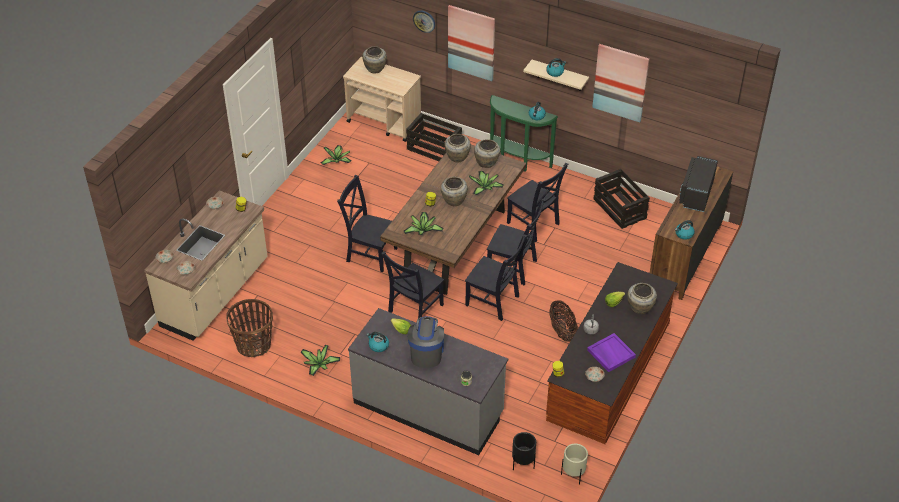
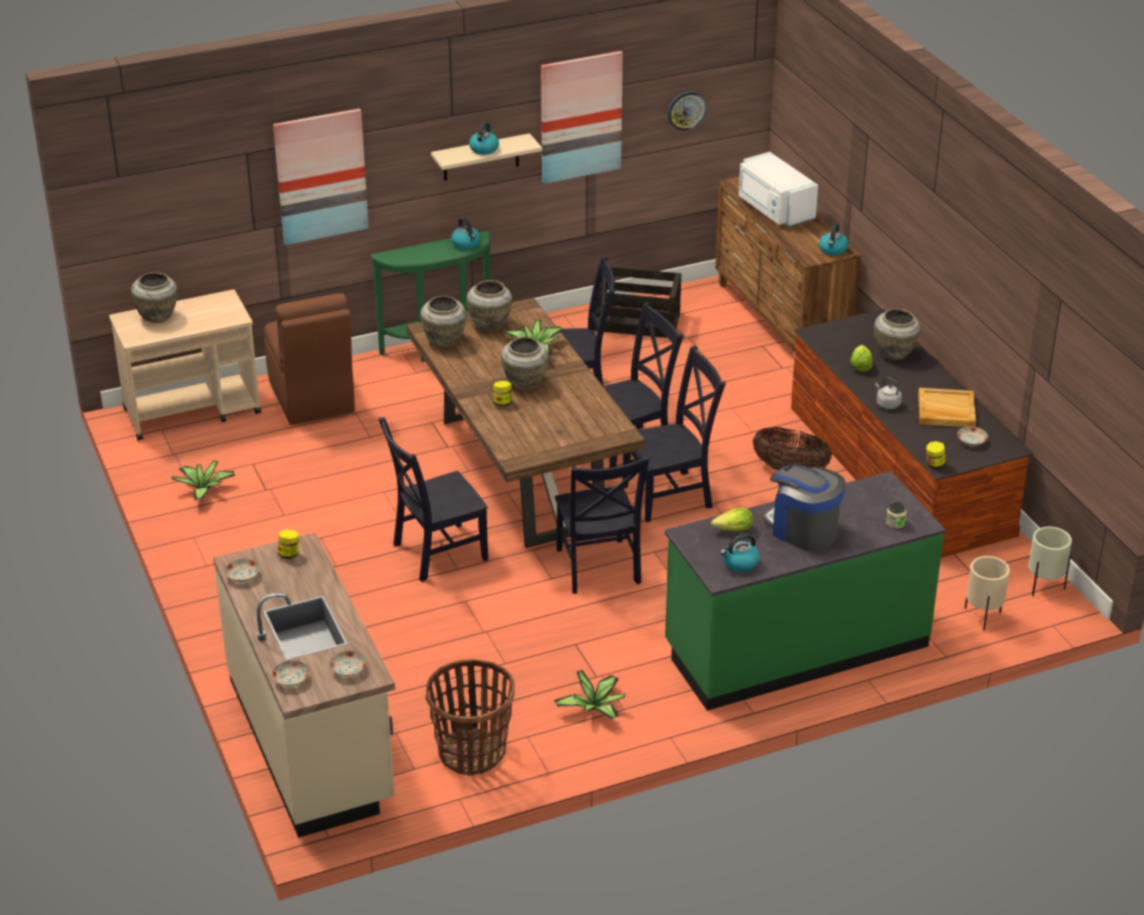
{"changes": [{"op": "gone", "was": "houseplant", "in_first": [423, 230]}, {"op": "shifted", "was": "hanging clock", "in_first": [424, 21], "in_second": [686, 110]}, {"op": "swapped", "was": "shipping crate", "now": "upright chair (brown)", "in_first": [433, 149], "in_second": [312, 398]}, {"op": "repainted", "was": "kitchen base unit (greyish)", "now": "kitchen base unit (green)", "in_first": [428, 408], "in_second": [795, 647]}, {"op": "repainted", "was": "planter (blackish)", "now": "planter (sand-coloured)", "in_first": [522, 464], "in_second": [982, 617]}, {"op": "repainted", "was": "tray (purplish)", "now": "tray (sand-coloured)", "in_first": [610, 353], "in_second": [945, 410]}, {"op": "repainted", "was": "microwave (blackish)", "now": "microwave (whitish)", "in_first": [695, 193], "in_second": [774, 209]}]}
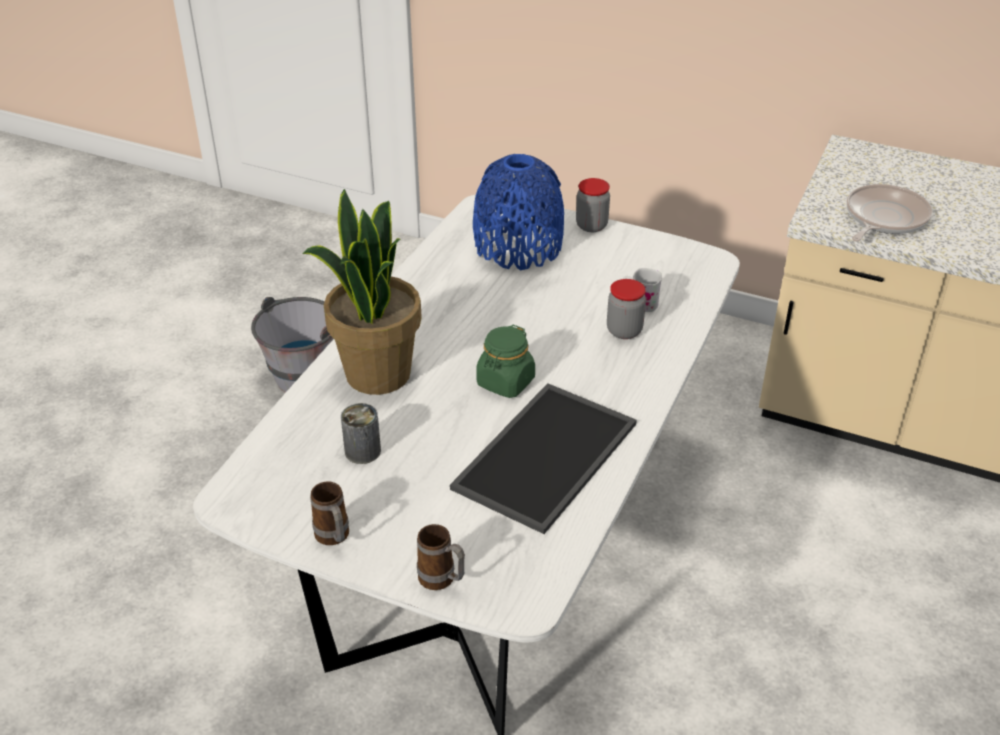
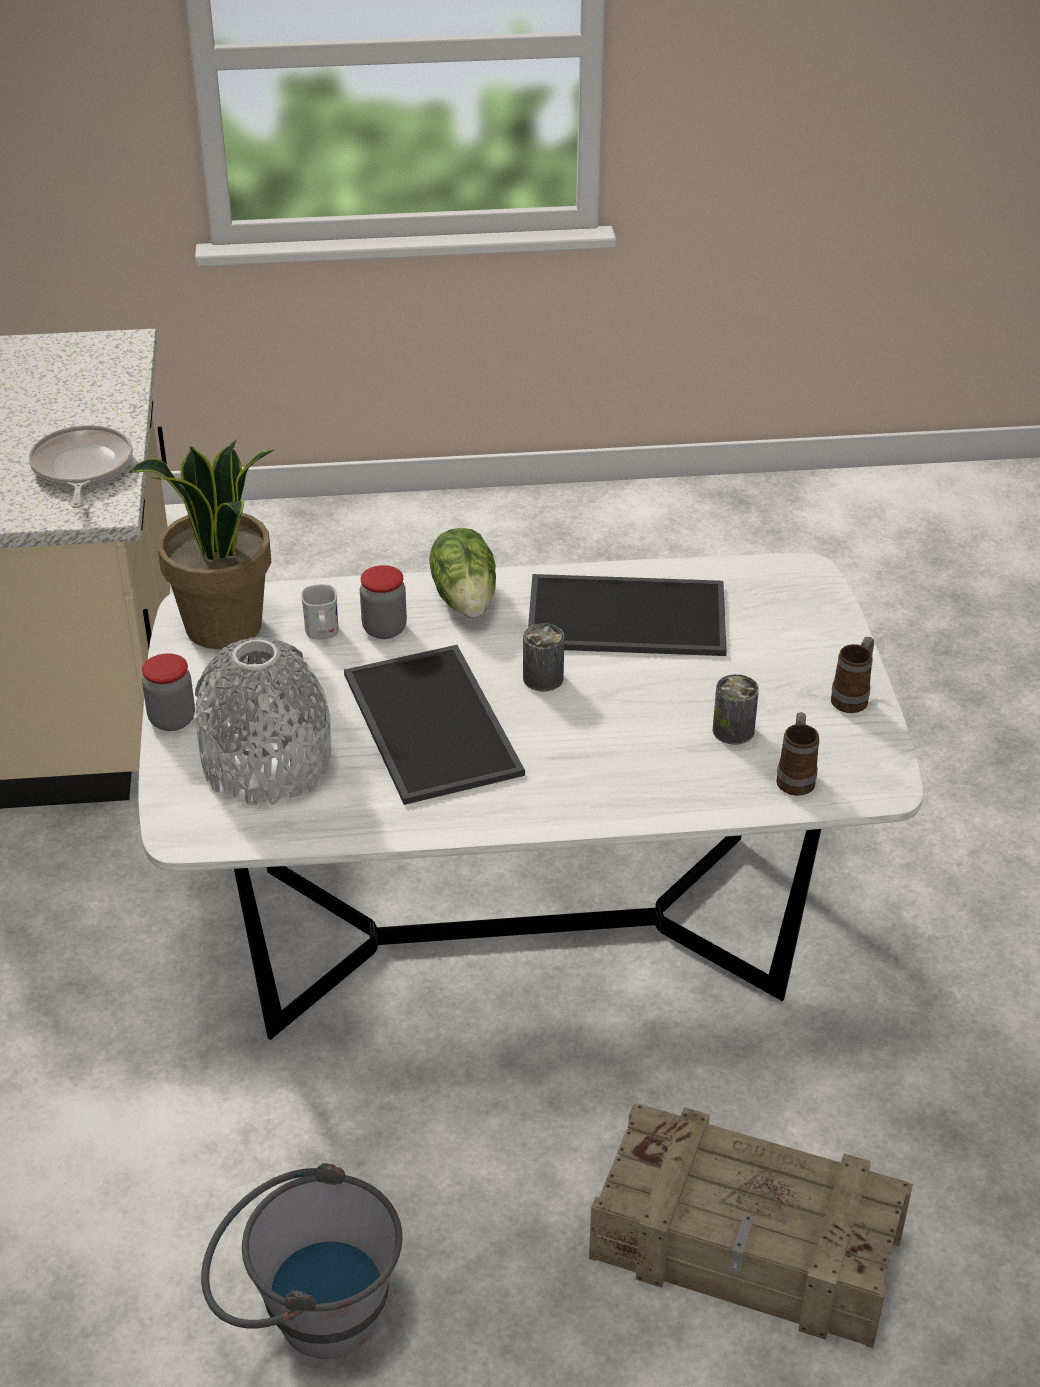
{"changes": [{"op": "new", "now": "tray", "in_second": [435, 724]}, {"op": "new", "now": "head of lettuce", "in_second": [466, 598]}, {"op": "new", "now": "shipping crate", "in_second": [747, 1250]}, {"op": "shifted", "was": "houseplant", "in_first": [376, 373], "in_second": [224, 628]}, {"op": "shifted", "was": "tea mug", "in_first": [442, 581], "in_second": [795, 778]}, {"op": "swapped", "was": "storage jar (green)", "now": "can", "in_first": [505, 382], "in_second": [543, 678]}, {"op": "repainted", "was": "decorative vase (bluish)", "now": "decorative vase (greyish)", "in_first": [518, 246], "in_second": [267, 764]}, {"op": "rotated", "was": "skillet", "in_first": [883, 218], "in_second": [81, 469], "clockwise": 75}]}
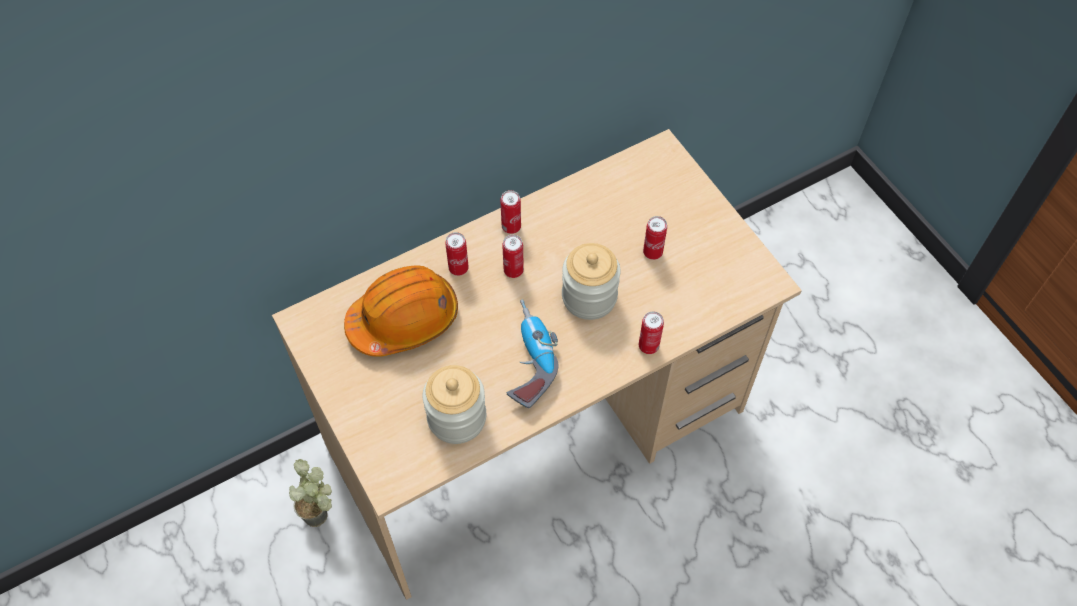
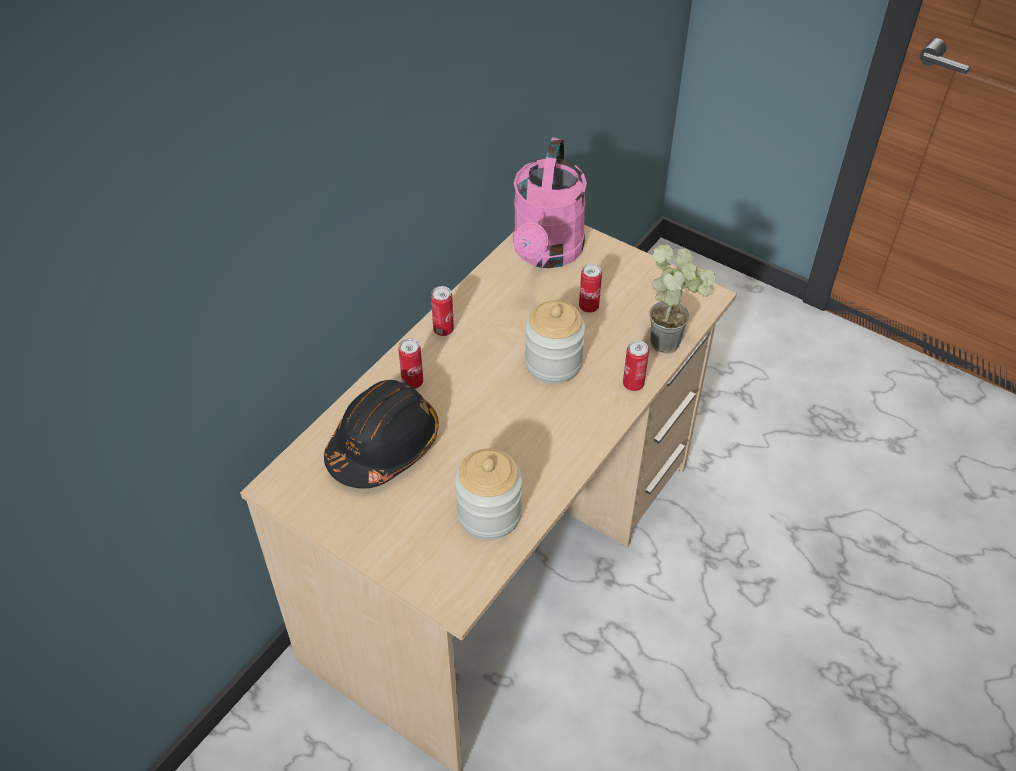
{"changes": [{"op": "gone", "was": "can", "in_first": [513, 270]}, {"op": "gone", "was": "power drill", "in_first": [527, 359]}, {"op": "new", "now": "watering pot (pink-coloured)", "in_second": [546, 253]}, {"op": "shifted", "was": "houseplant", "in_first": [323, 515], "in_second": [672, 340]}, {"op": "repainted", "was": "work helmet (orange)", "now": "work helmet (blackish)", "in_first": [404, 319], "in_second": [384, 446]}]}
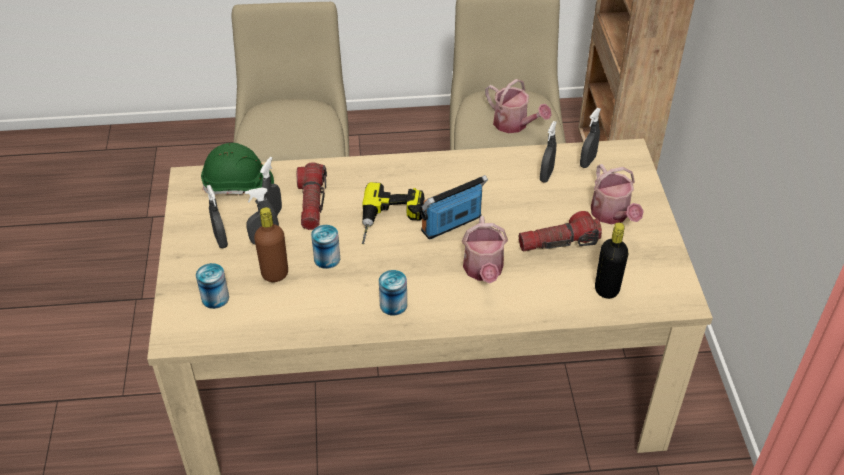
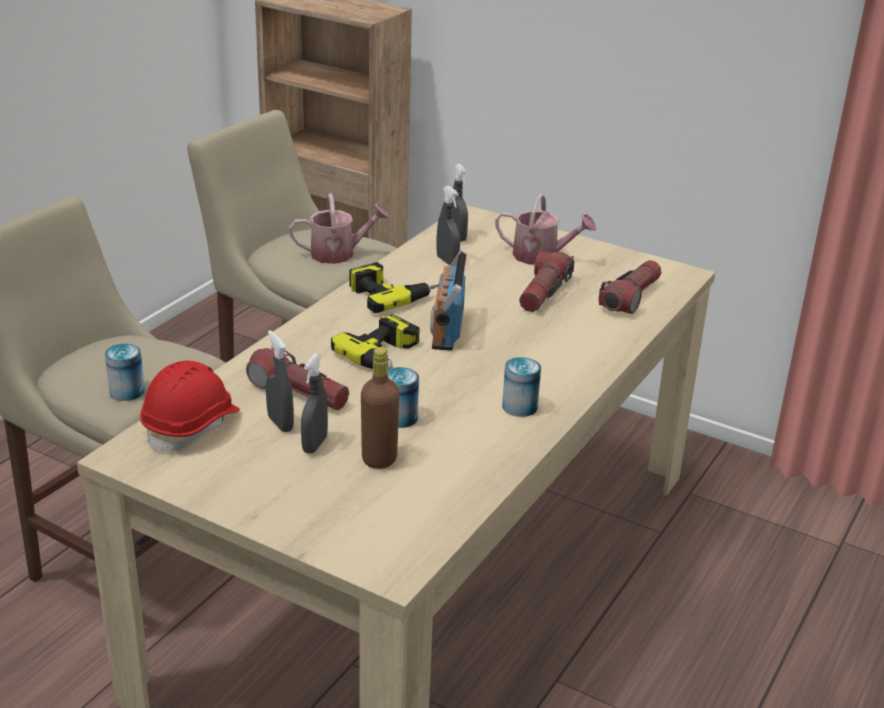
{"changes": [{"op": "gone", "was": "spray bottle (greyish)", "in_first": [221, 240]}, {"op": "gone", "was": "watering pot", "in_first": [483, 271]}, {"op": "new", "now": "power drill", "in_second": [399, 291]}, {"op": "shifted", "was": "can", "in_first": [215, 298], "in_second": [127, 391]}, {"op": "swapped", "was": "beverage bottle (blackish)", "now": "hand torch", "in_first": [606, 289], "in_second": [630, 298]}, {"op": "repainted", "was": "work helmet (green)", "now": "work helmet (reddish)", "in_first": [238, 185], "in_second": [192, 426]}]}
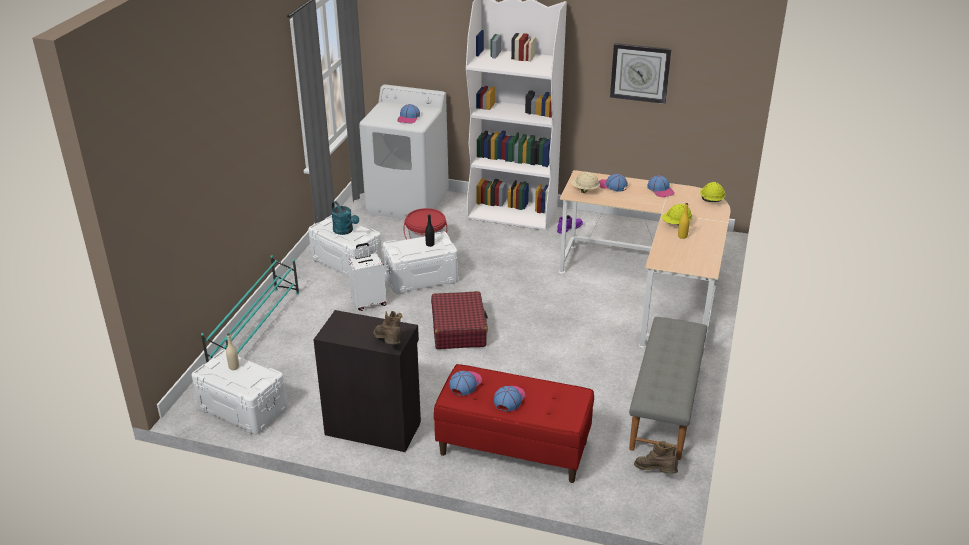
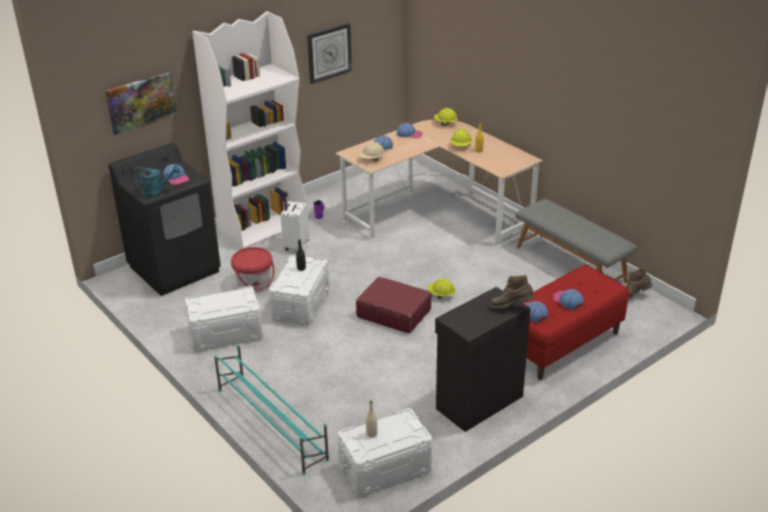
{"changes": [{"op": "new", "now": "picture", "in_second": [141, 102]}, {"op": "new", "now": "work helmet (yellow)", "in_second": [441, 295]}, {"op": "shifted", "was": "watering pot (turquoise-coloured)", "in_first": [345, 231], "in_second": [157, 191]}, {"op": "shifted", "was": "suitcase (whitish)", "in_first": [369, 303], "in_second": [295, 245]}, {"op": "repainted", "was": "washing machine (whitish)", "now": "washing machine (blackish)", "in_first": [408, 203], "in_second": [175, 268]}]}
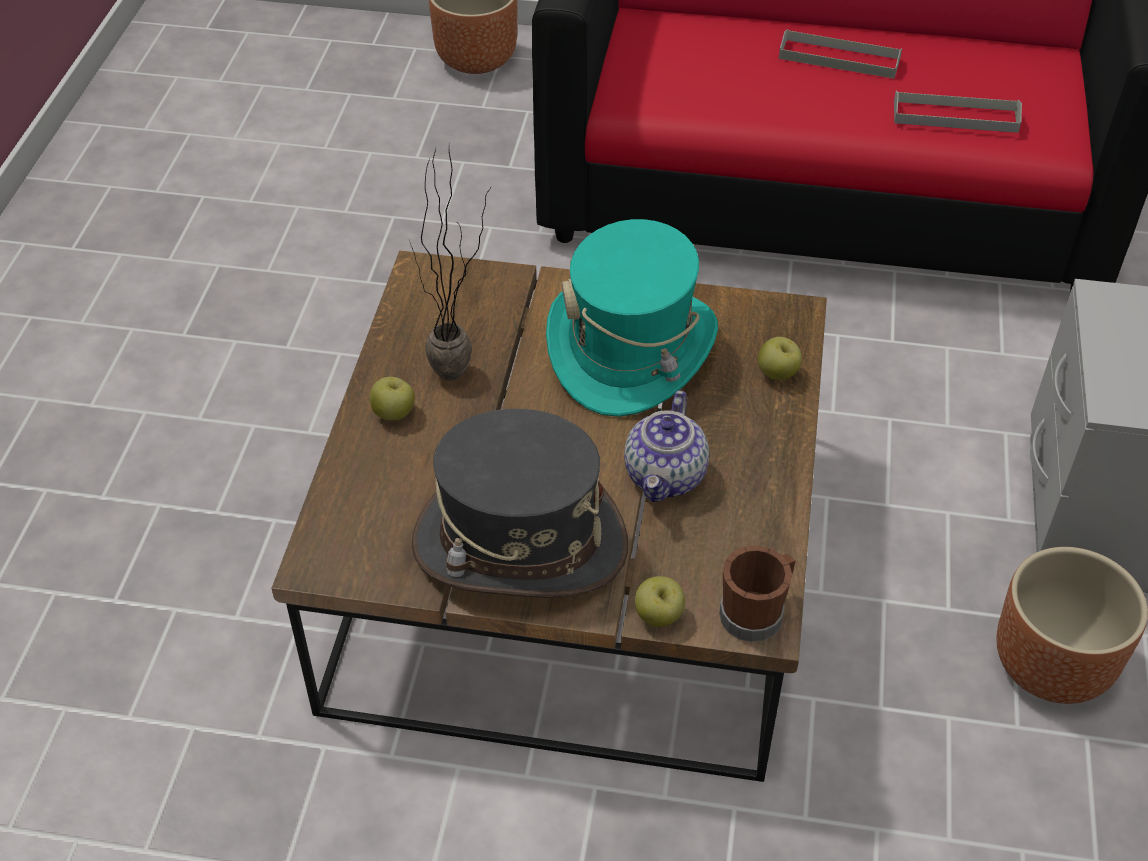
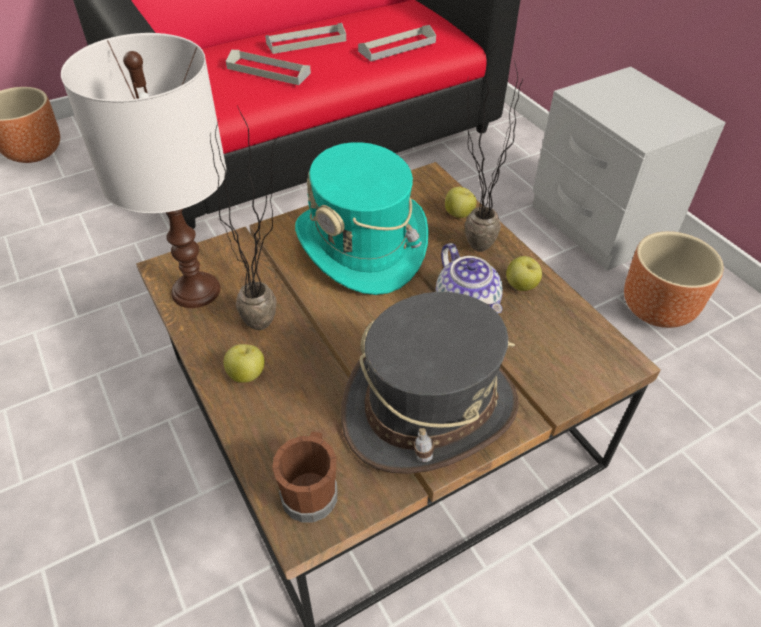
{"changes": [{"op": "new", "now": "table lamp (whitish)", "in_second": [195, 290]}, {"op": "new", "now": "tray (greyish)", "in_second": [268, 71]}, {"op": "new", "now": "houseplant", "in_second": [468, 246]}, {"op": "shifted", "was": "apple", "in_first": [658, 616], "in_second": [521, 286]}, {"op": "shifted", "was": "tea mug (brown)", "in_first": [756, 612], "in_second": [311, 490]}]}
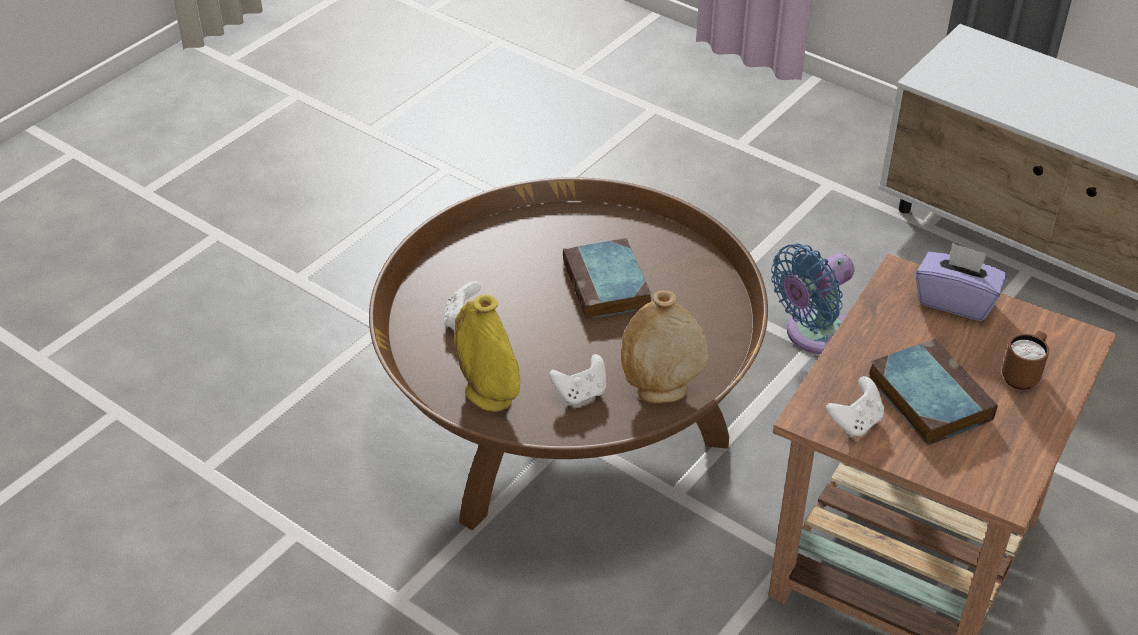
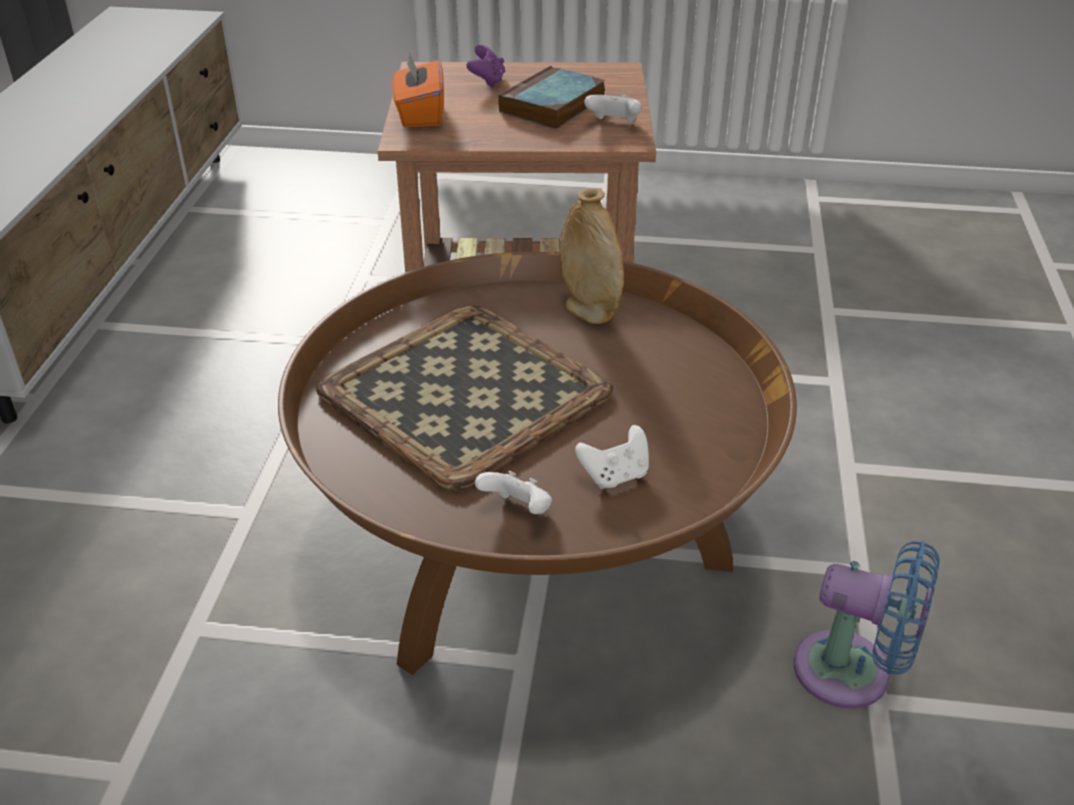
{"changes": [{"op": "gone", "was": "decorative vase (yellow)", "in_first": [488, 397]}, {"op": "shifted", "was": "joypad (whitish)", "in_first": [581, 393], "in_second": [518, 510]}, {"op": "shifted", "was": "fan (bluish)", "in_first": [812, 335], "in_second": [853, 673]}, {"op": "swapped", "was": "volume", "now": "tray", "in_first": [607, 286], "in_second": [465, 390]}, {"op": "swapped", "was": "tea mug (brown)", "now": "joypad (purplish)", "in_first": [1022, 375], "in_second": [487, 81]}, {"op": "repainted", "was": "tissue holder (purplish)", "now": "tissue holder (orange)", "in_first": [955, 301], "in_second": [420, 115]}]}
